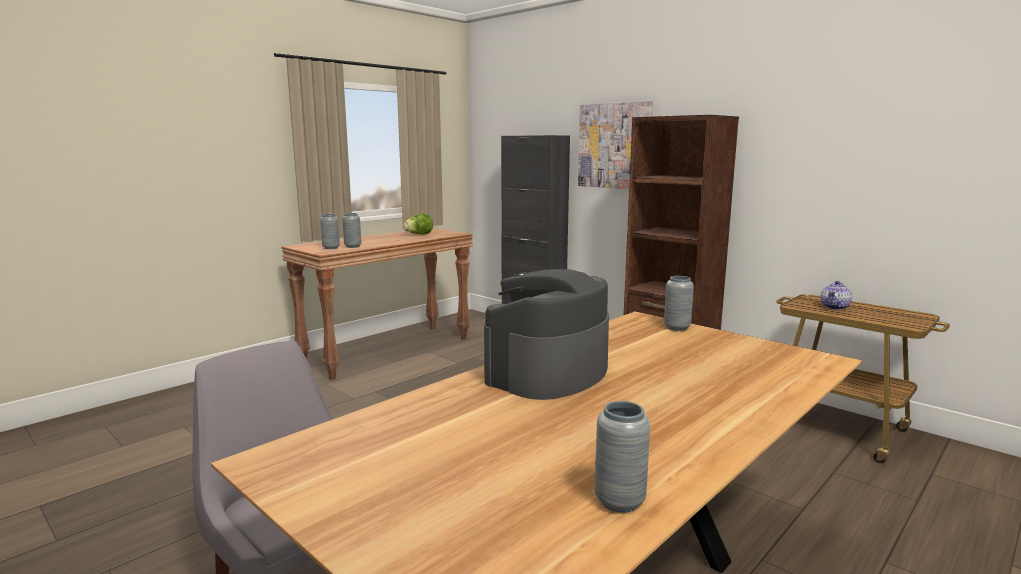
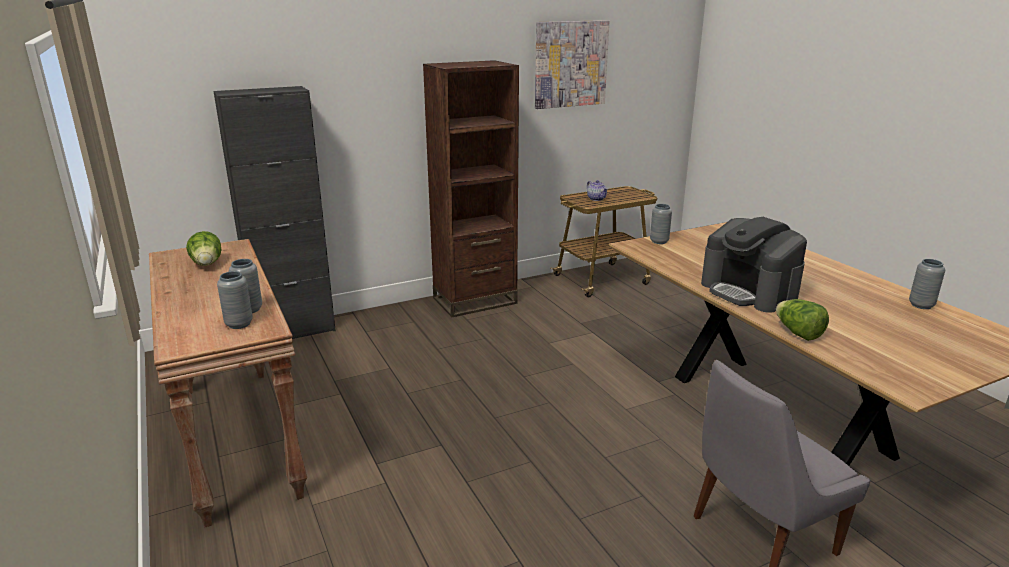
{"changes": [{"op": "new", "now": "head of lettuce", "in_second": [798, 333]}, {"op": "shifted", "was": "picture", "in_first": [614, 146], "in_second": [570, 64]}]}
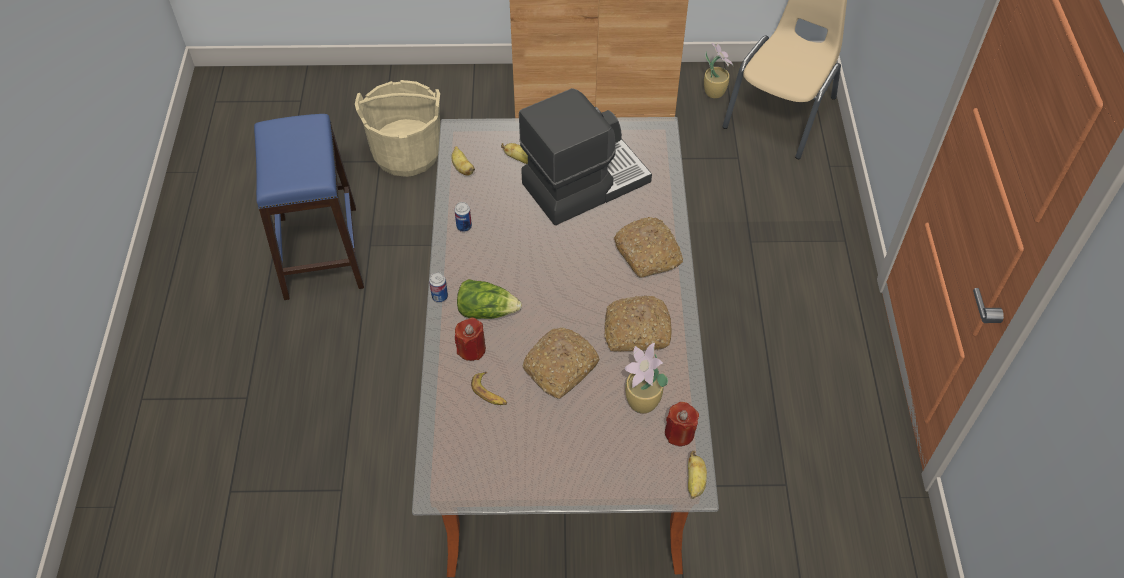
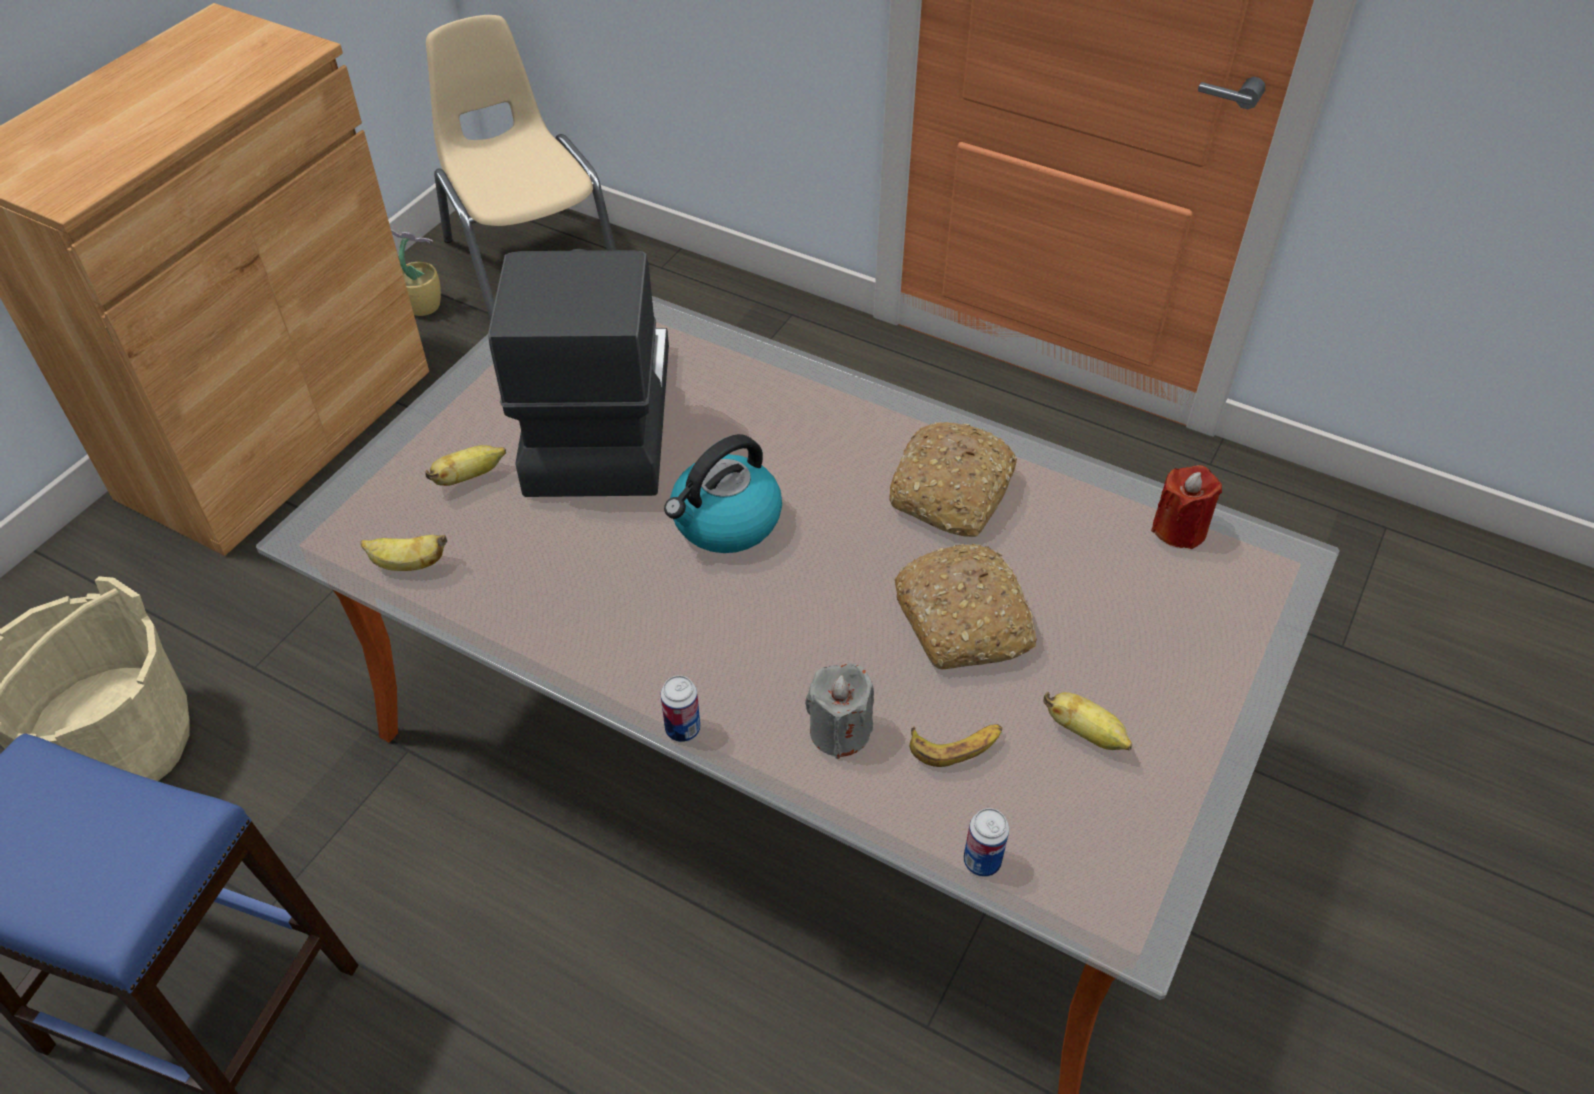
{"changes": [{"op": "gone", "was": "head of lettuce", "in_first": [487, 310]}, {"op": "gone", "was": "baked bread", "in_first": [648, 253]}, {"op": "gone", "was": "houseplant", "in_first": [642, 403]}, {"op": "new", "now": "tea kettle", "in_second": [725, 522]}, {"op": "shifted", "was": "can", "in_first": [464, 226], "in_second": [982, 861]}, {"op": "shifted", "was": "banana fruit", "in_first": [695, 482], "in_second": [1086, 733]}, {"op": "repainted", "was": "wax candle (reddish)", "now": "wax candle (greyish)", "in_first": [471, 349], "in_second": [840, 731]}]}
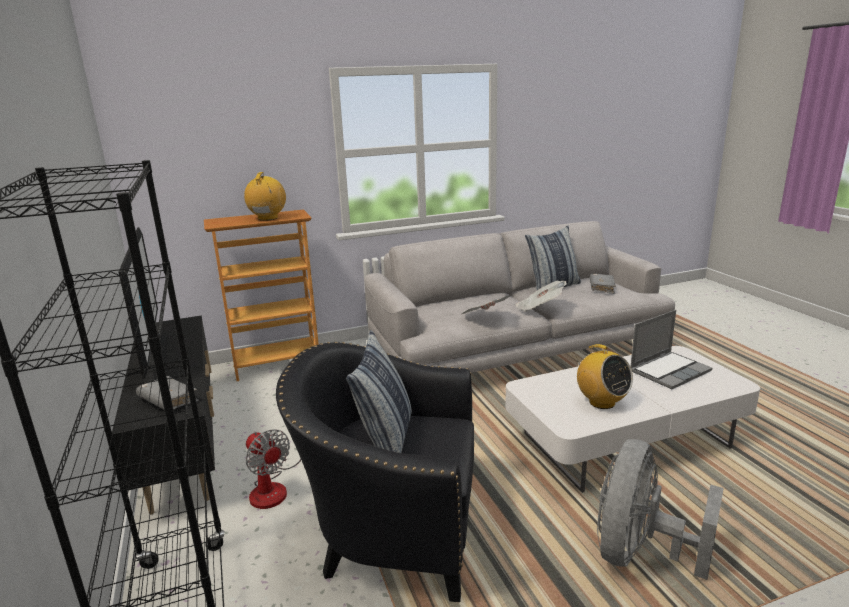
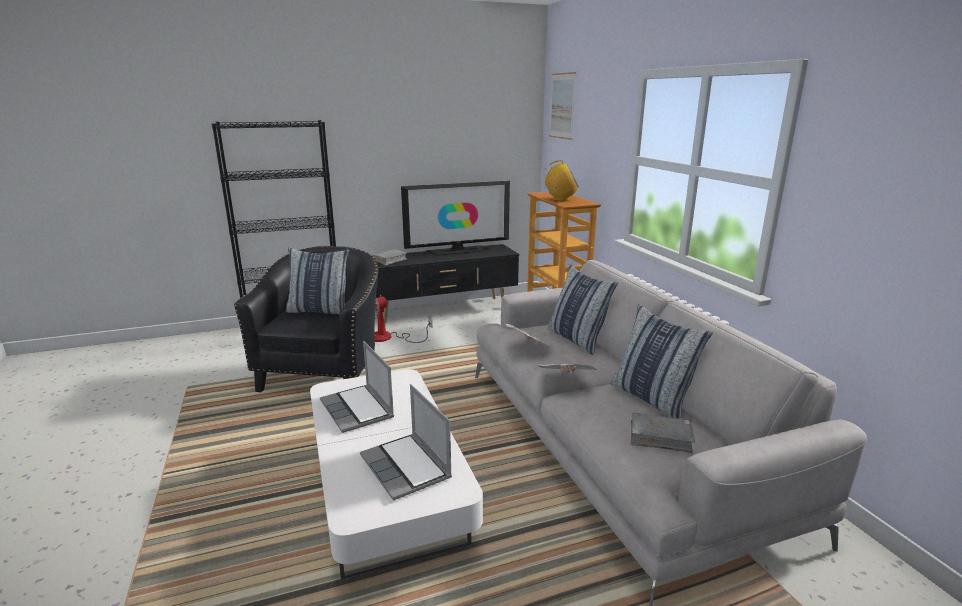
{"changes": [{"op": "gone", "was": "fan (greyish)", "in_first": [640, 552]}, {"op": "new", "now": "cushion", "in_second": [577, 339]}, {"op": "new", "now": "picture", "in_second": [562, 106]}, {"op": "swapped", "was": "radio receiver", "now": "portable computer", "in_first": [601, 402], "in_second": [358, 410]}]}
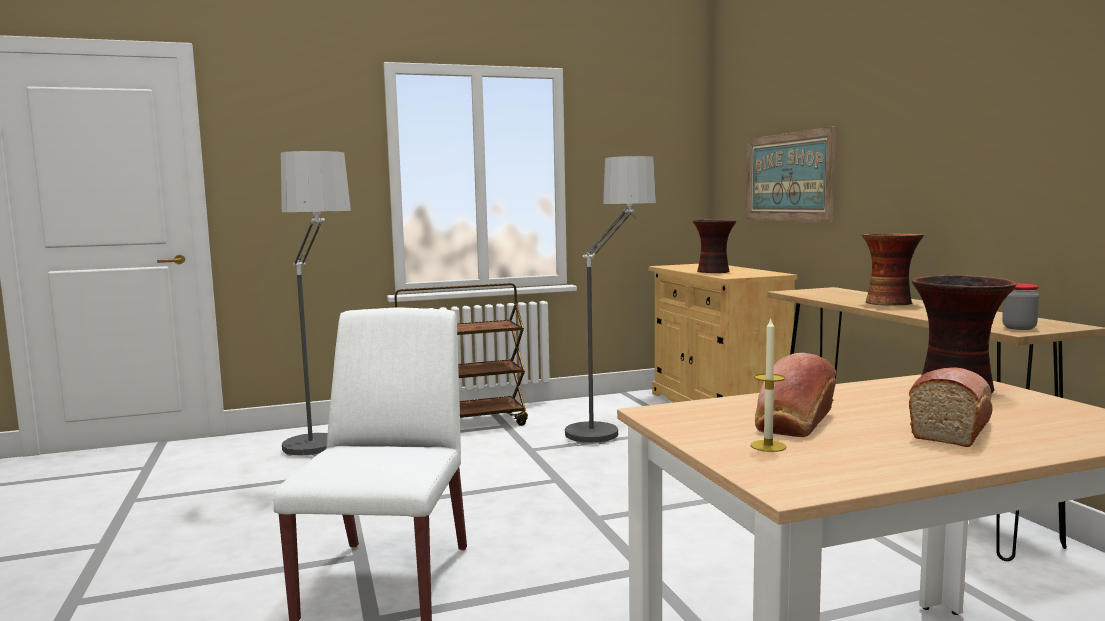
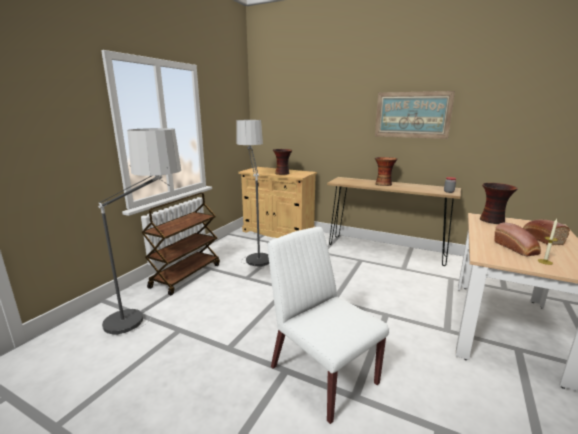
{"changes": [{"op": "shifted", "was": "picture", "in_first": [788, 177], "in_second": [412, 115]}]}
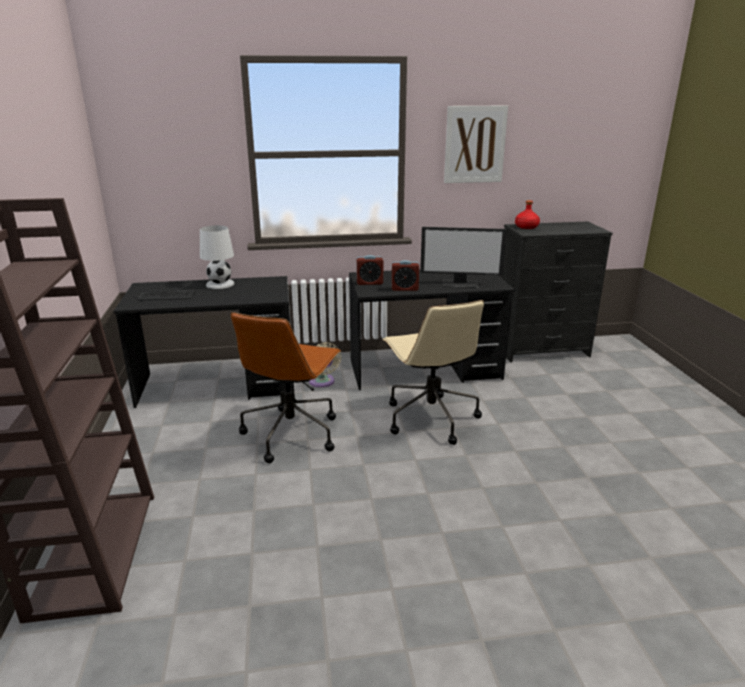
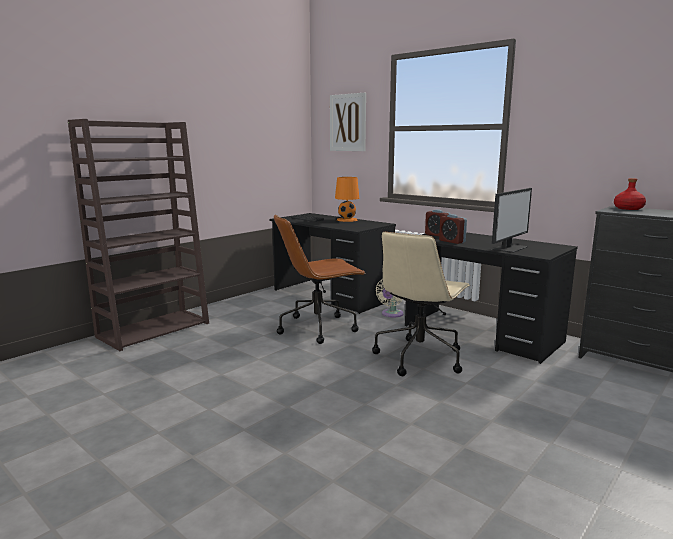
{"changes": [{"op": "shifted", "was": "picture", "in_first": [475, 144], "in_second": [348, 122]}, {"op": "repainted", "was": "table lamp (whitish)", "now": "table lamp (orange)", "in_first": [219, 284], "in_second": [346, 220]}, {"op": "rotated", "was": "computer display", "in_first": [460, 283], "in_second": [509, 248], "clockwise": -105}]}
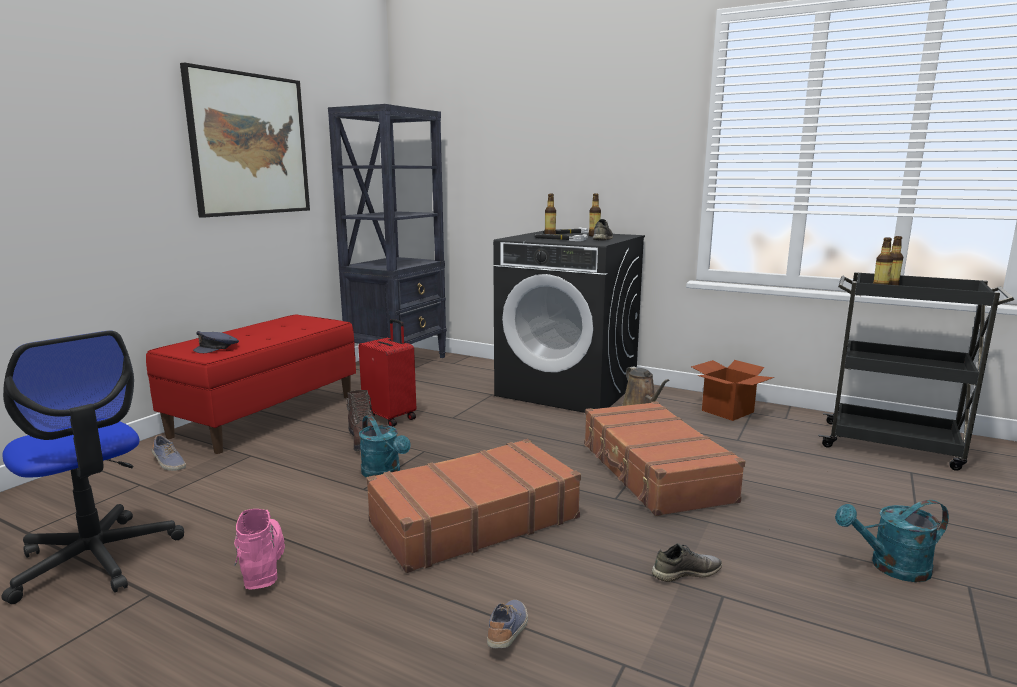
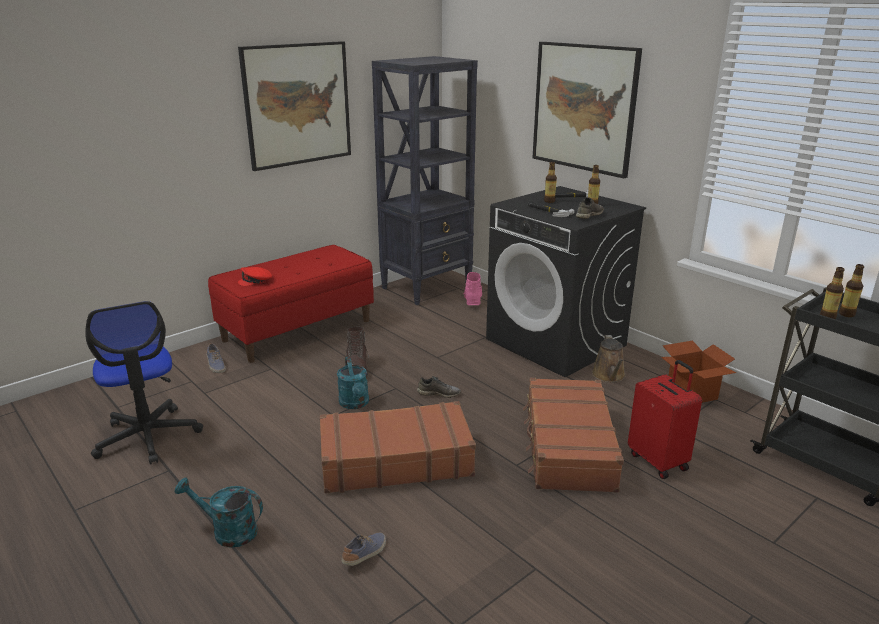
{"changes": [{"op": "new", "now": "picture", "in_second": [584, 108]}, {"op": "shifted", "was": "high-top boot (pink-coloured)", "in_first": [262, 565], "in_second": [472, 299]}, {"op": "shifted", "was": "suitcase (reddish)", "in_first": [391, 417], "in_second": [659, 461]}, {"op": "shifted", "was": "shoe (greyish)", "in_first": [685, 572], "in_second": [439, 393]}, {"op": "shifted", "was": "watering pot (turquoise-coloured)", "in_first": [891, 567], "in_second": [227, 531]}, {"op": "repainted", "was": "baseball cap (greyish)", "now": "baseball cap (reddish)", "in_first": [217, 348], "in_second": [256, 281]}]}
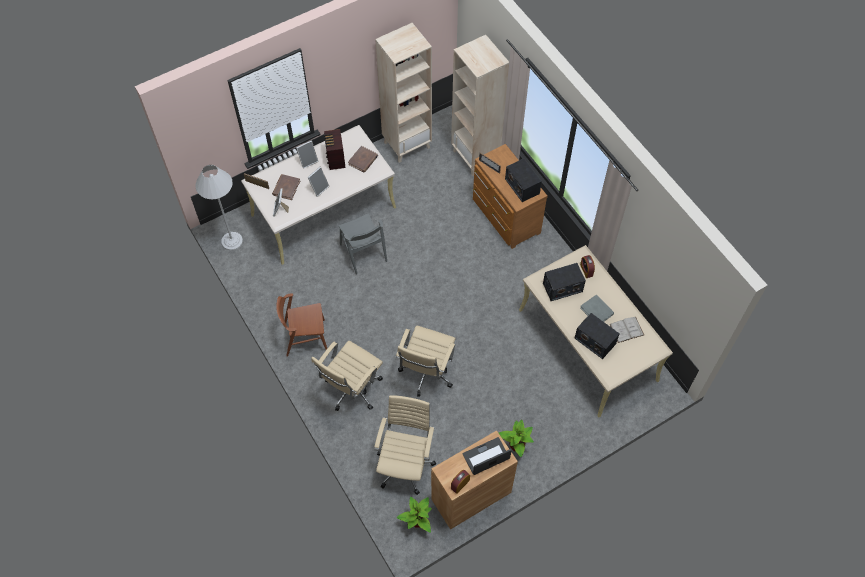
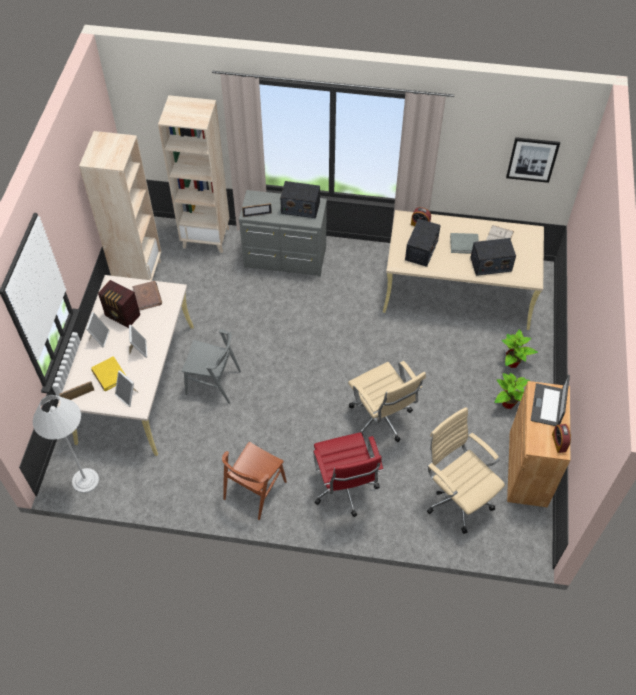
{"changes": [{"op": "new", "now": "picture", "in_second": [532, 159]}, {"op": "shifted", "was": "houseplant", "in_first": [417, 522], "in_second": [512, 363]}, {"op": "repainted", "was": "volume (brown)", "now": "volume (yellow)", "in_first": [286, 188], "in_second": [109, 375]}, {"op": "repainted", "was": "office chair (sand-coloured)", "now": "office chair (reddish)", "in_first": [351, 390], "in_second": [345, 490]}, {"op": "repainted", "was": "dresser (brown)", "now": "dresser (greyish)", "in_first": [505, 217], "in_second": [285, 259]}]}
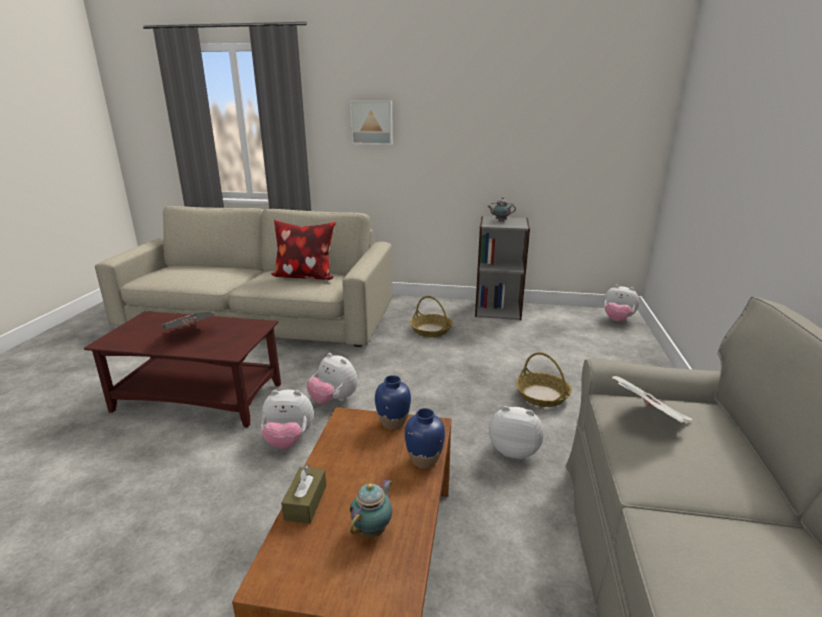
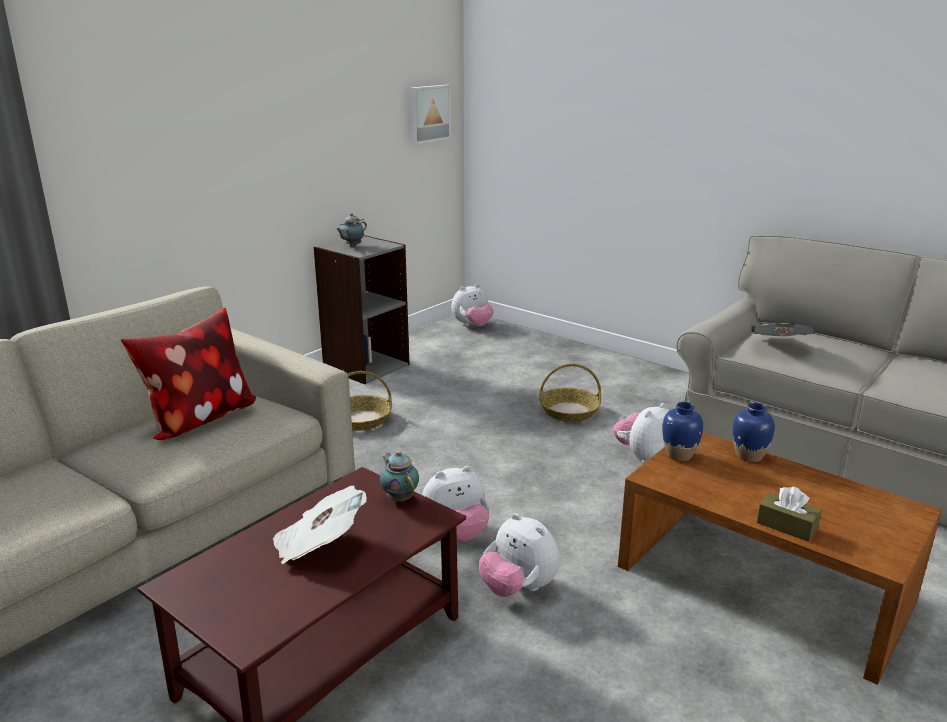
{"changes": [{"op": "shifted", "was": "picture", "in_first": [372, 122], "in_second": [428, 113]}, {"op": "shifted", "was": "tea pot", "in_first": [373, 529], "in_second": [399, 498]}, {"op": "rotated", "was": "plush toy", "in_first": [288, 440], "in_second": [518, 588], "clockwise": 105}]}
